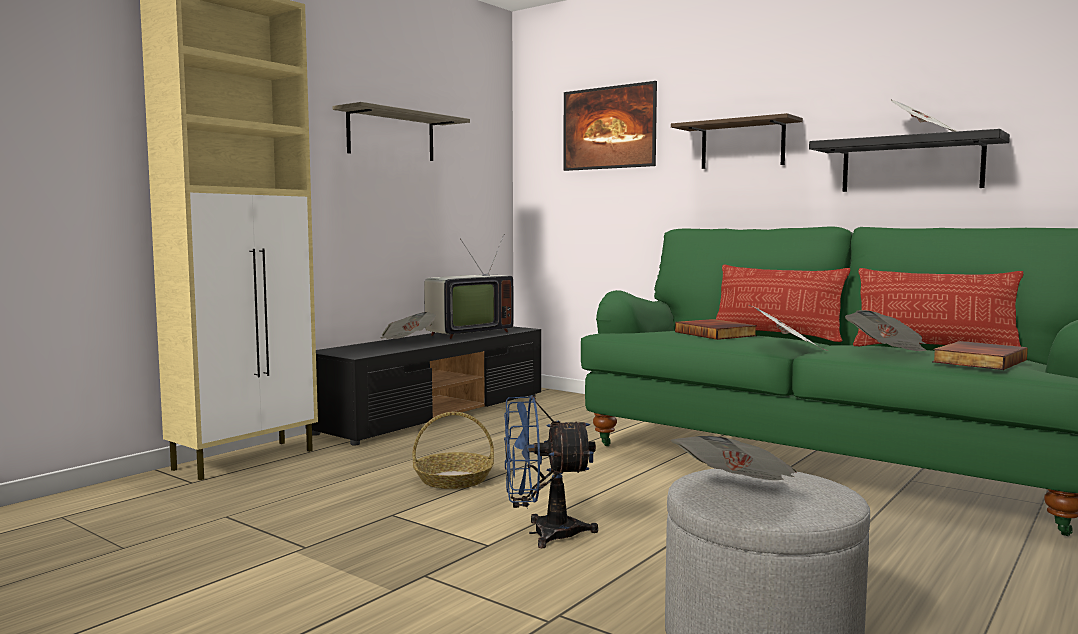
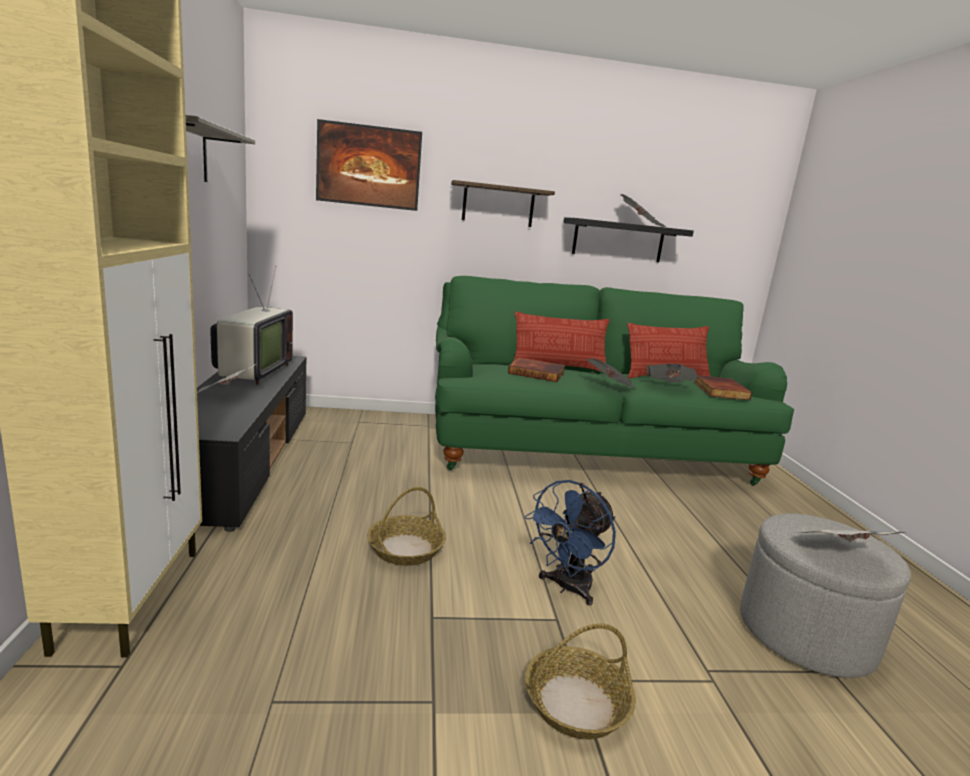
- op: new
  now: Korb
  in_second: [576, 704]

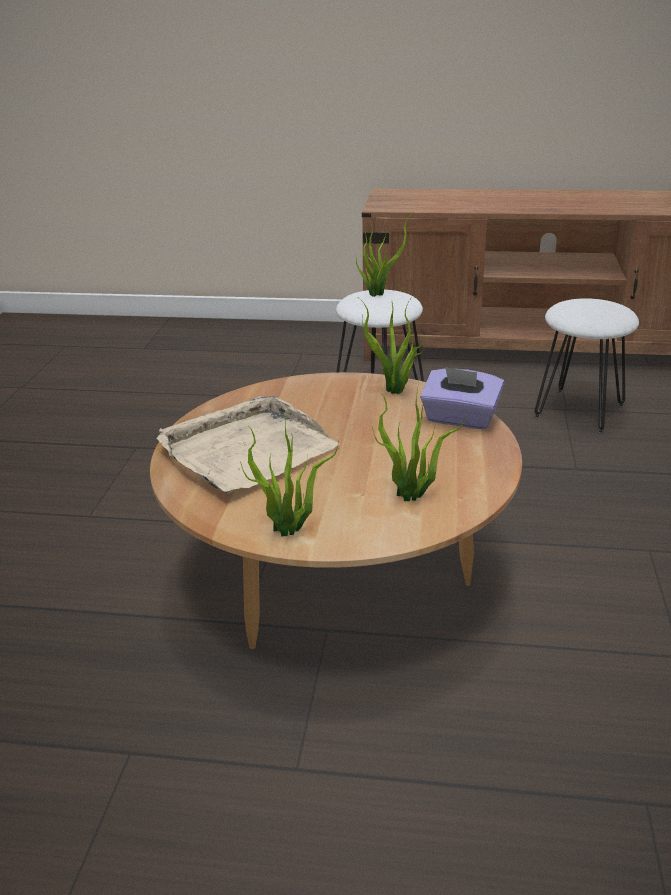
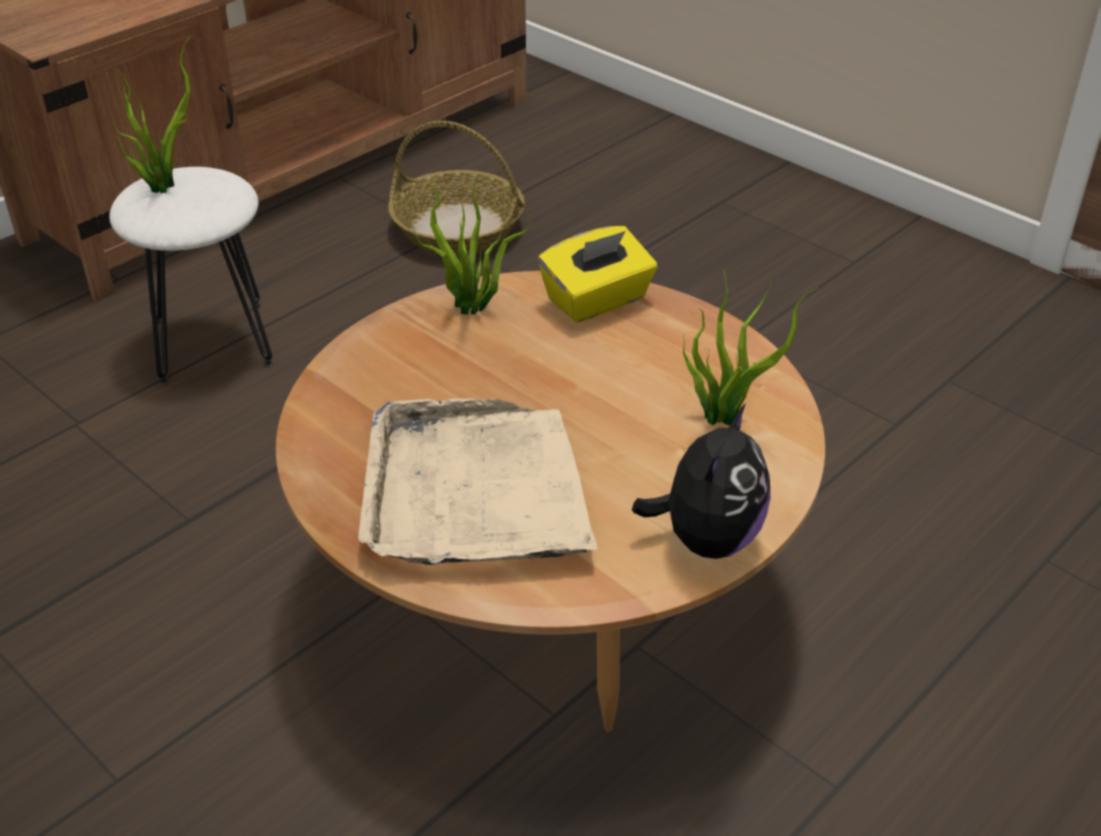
- op: swapped
  was: Hocker [weiß]
  now: Korb
  in_first: [578, 410]
  in_second: [456, 228]
- op: repainted
  was: Taschentuchbox [lila]
  now: Taschentuchbox [gelb]
  in_first: [460, 419]
  in_second: [597, 300]
- op: swapped
  was: Topfpflanze
  now: Plüschtier
  in_first: [289, 531]
  in_second: [707, 539]

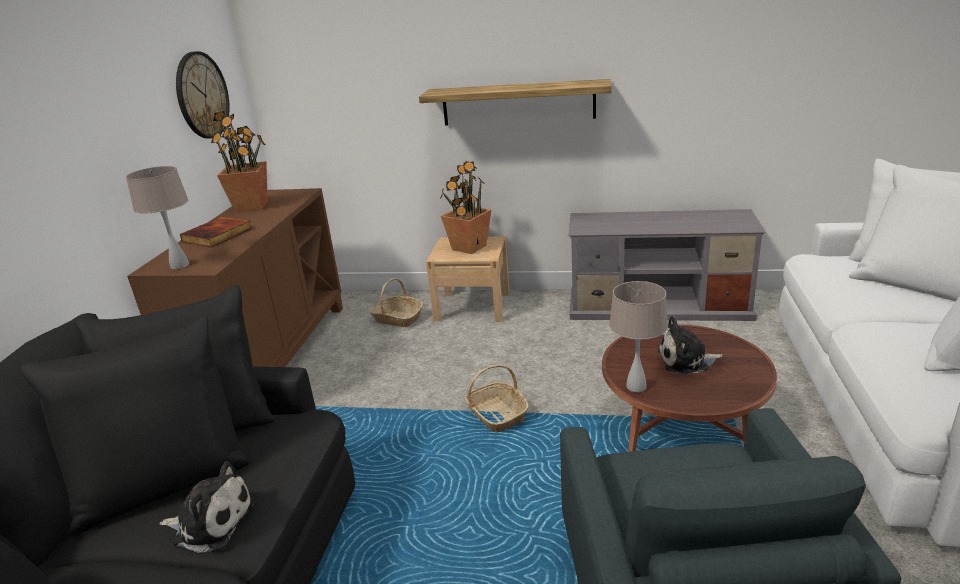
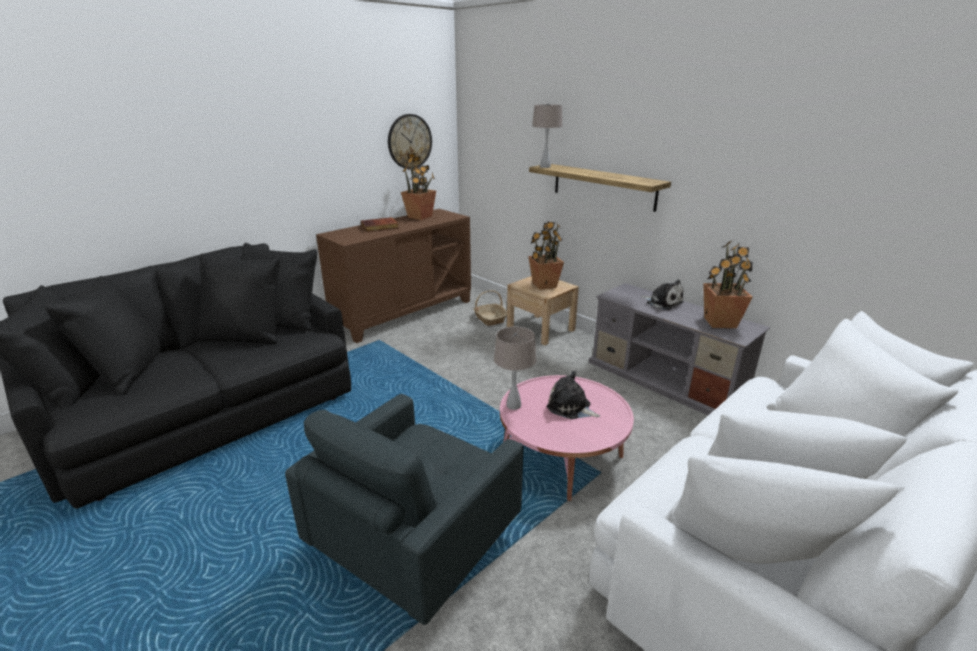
- op: shifted
  was: Tischlampe [beige]
  in_first: [179, 265]
  in_second: [545, 167]
- op: repainted
  was: Couchtisch [braun]
  now: Couchtisch [rosa]
  in_first: [682, 425]
  in_second: [562, 456]
- op: gone
  was: Korb
  in_first: [496, 414]
- op: shifted
  was: Plüschtier
  in_first: [211, 522]
  in_second: [662, 302]
- op: new
  now: Topfpflanze
  in_second: [720, 322]

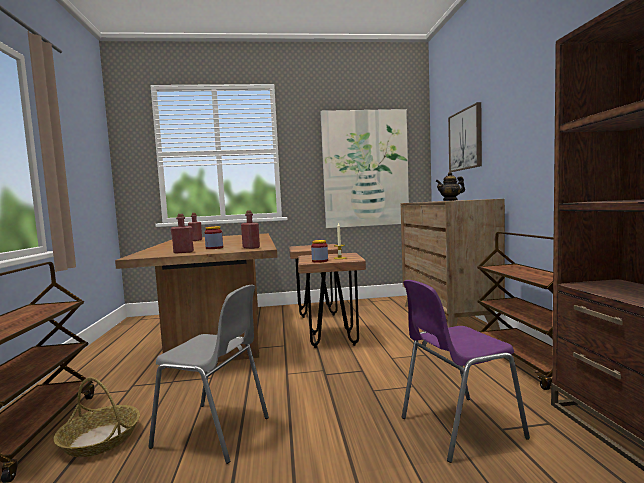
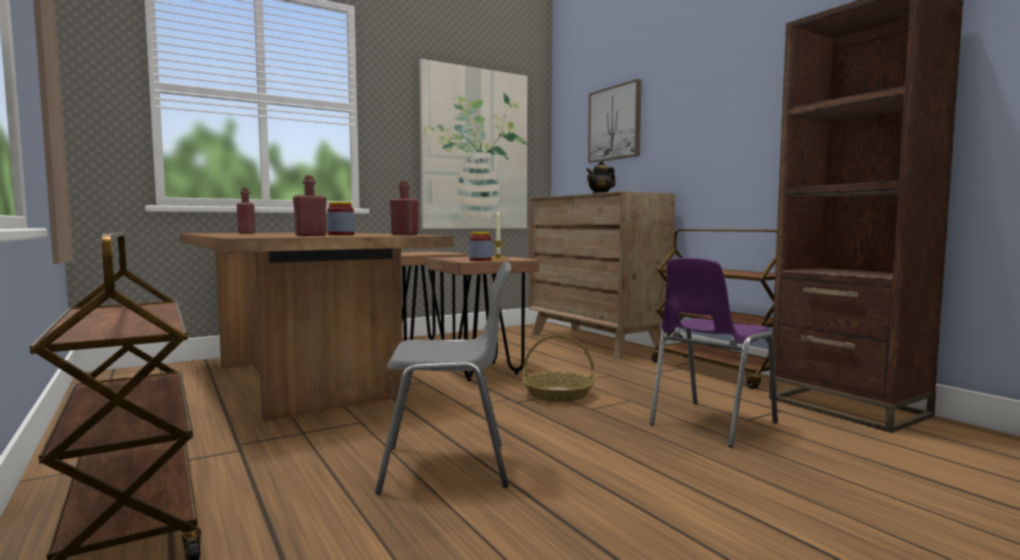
- op: shifted
  was: Korb
  in_first: [101, 439]
  in_second: [558, 394]

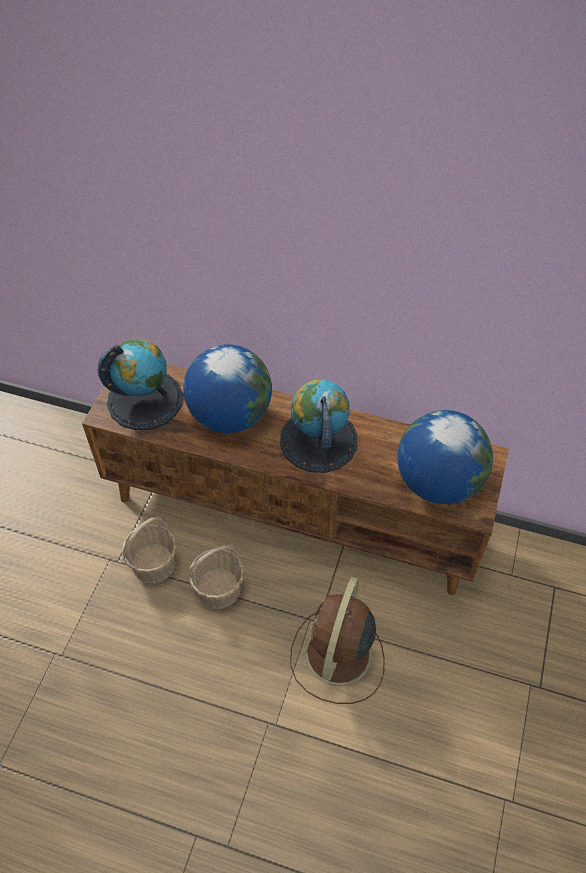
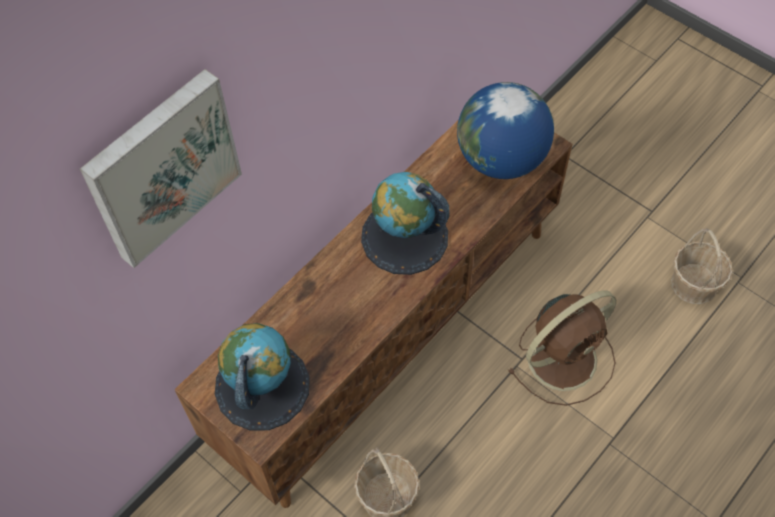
- op: gone
  was: Globus
  in_first: [230, 415]
- op: shifted
  was: Korb
  in_first: [219, 588]
  in_second: [694, 284]
- op: rotated
  was: Ventilator [braun]
  in_first: [337, 656]
  in_second: [564, 357]
  clockwise: -75
- op: new
  now: Bild
  in_second: [161, 166]

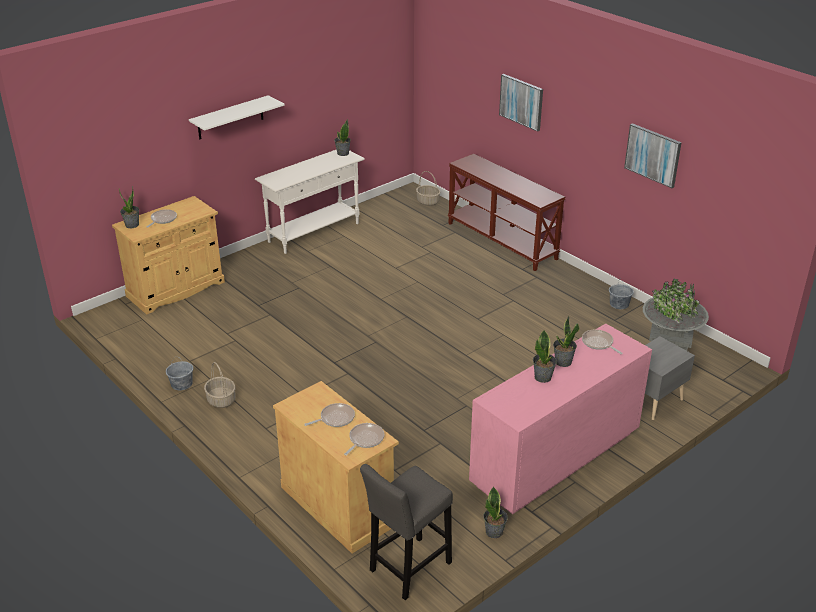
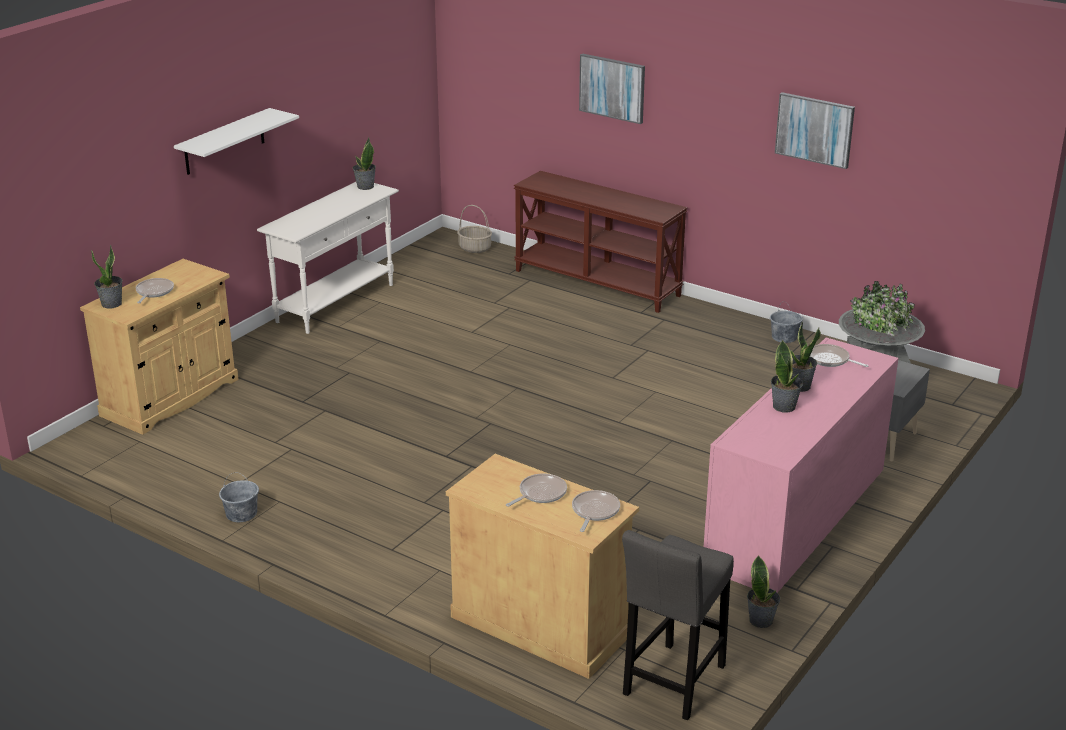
- op: gone
  was: Korb
  in_first: [221, 400]

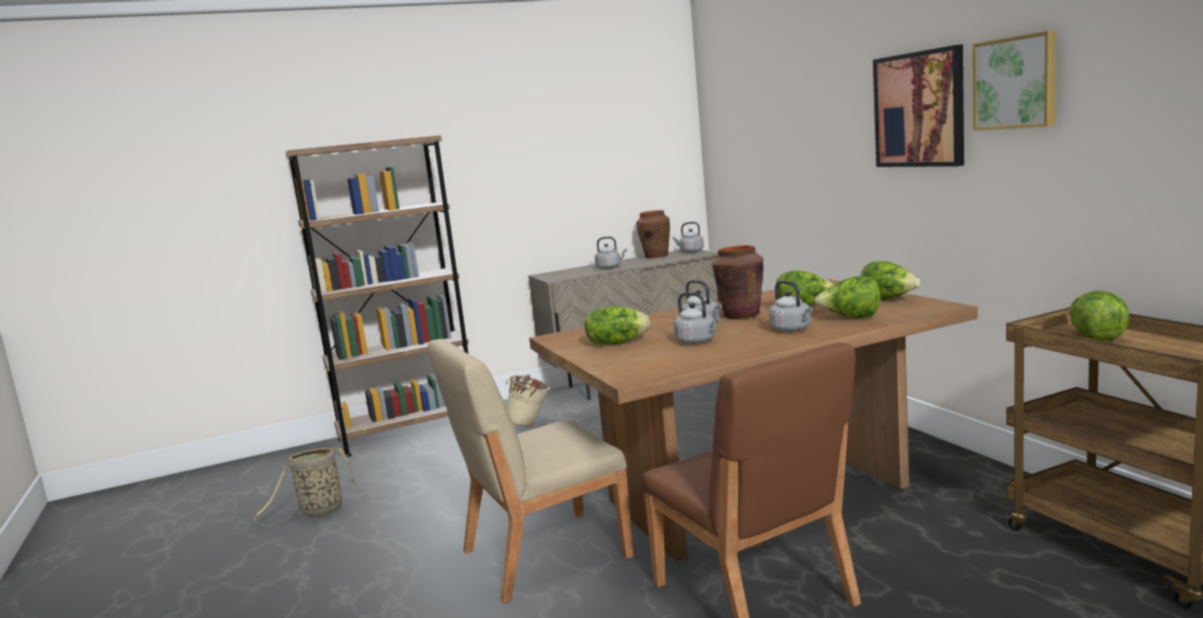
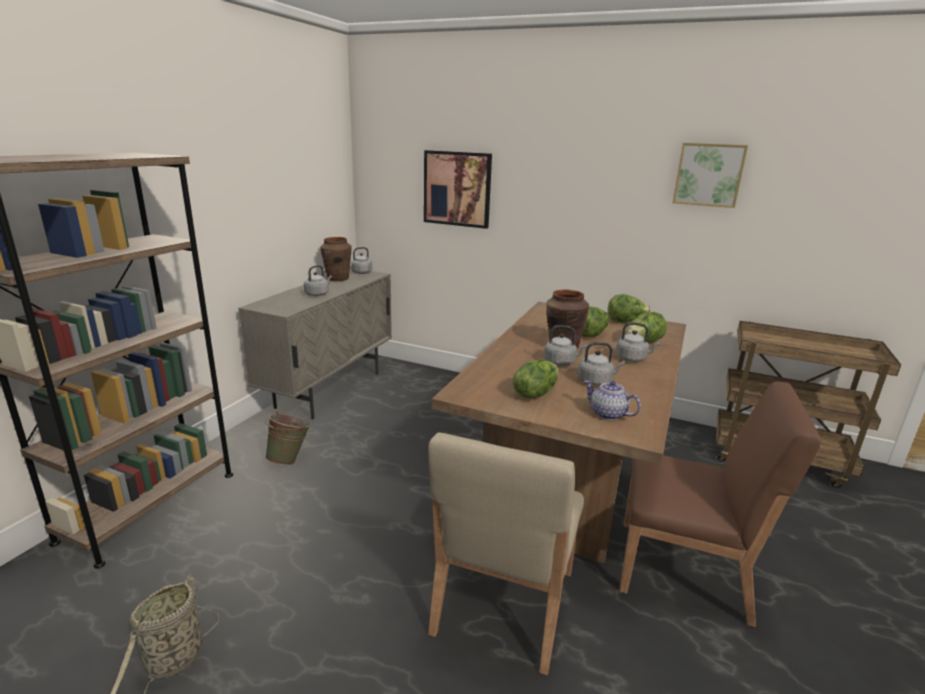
- op: shifted
  was: Bild
  in_first: [919, 109]
  in_second: [457, 189]
- op: gone
  was: Salatkopf
  in_first: [1095, 337]
- op: repainted
  was: Eimer [beige]
  now: Eimer [grün]
  in_first: [531, 424]
  in_second: [290, 459]
- op: new
  now: Teekanne
  in_second: [607, 414]

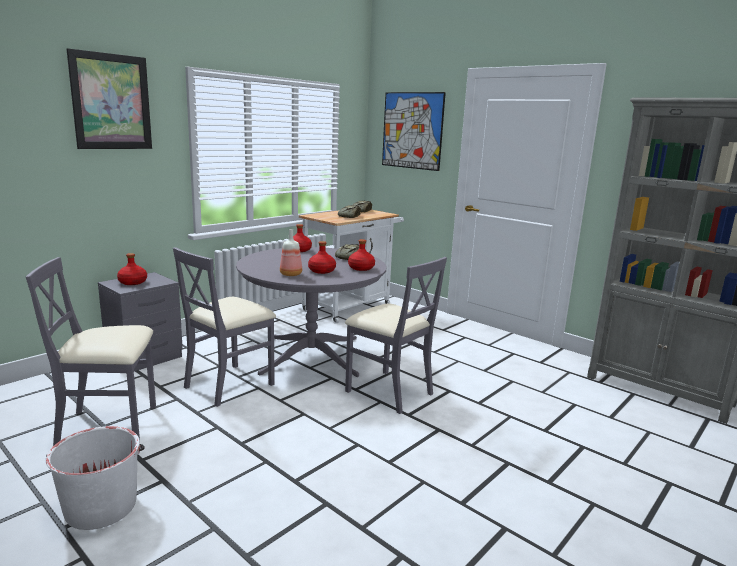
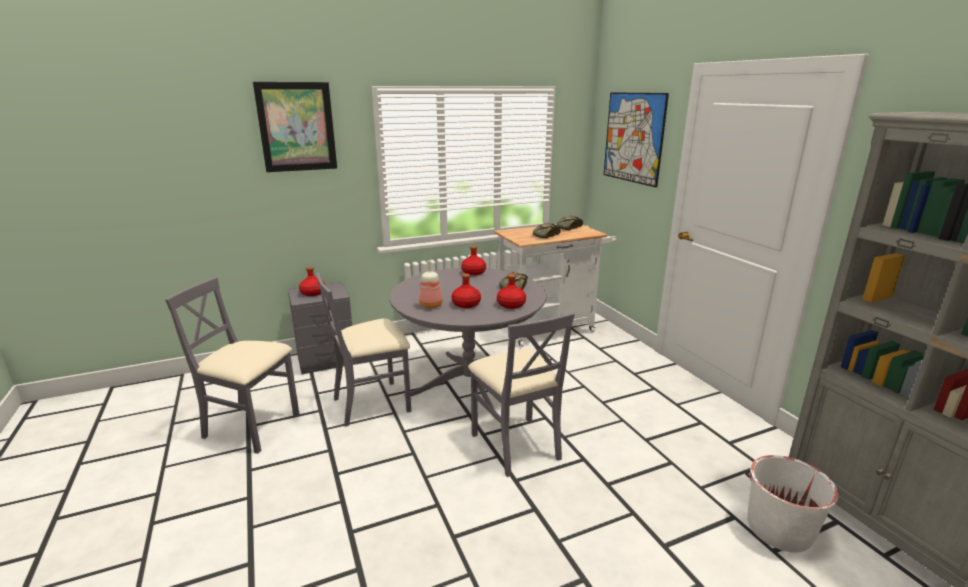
- op: shifted
  was: Eimer [weiß]
  in_first: [101, 506]
  in_second: [779, 528]

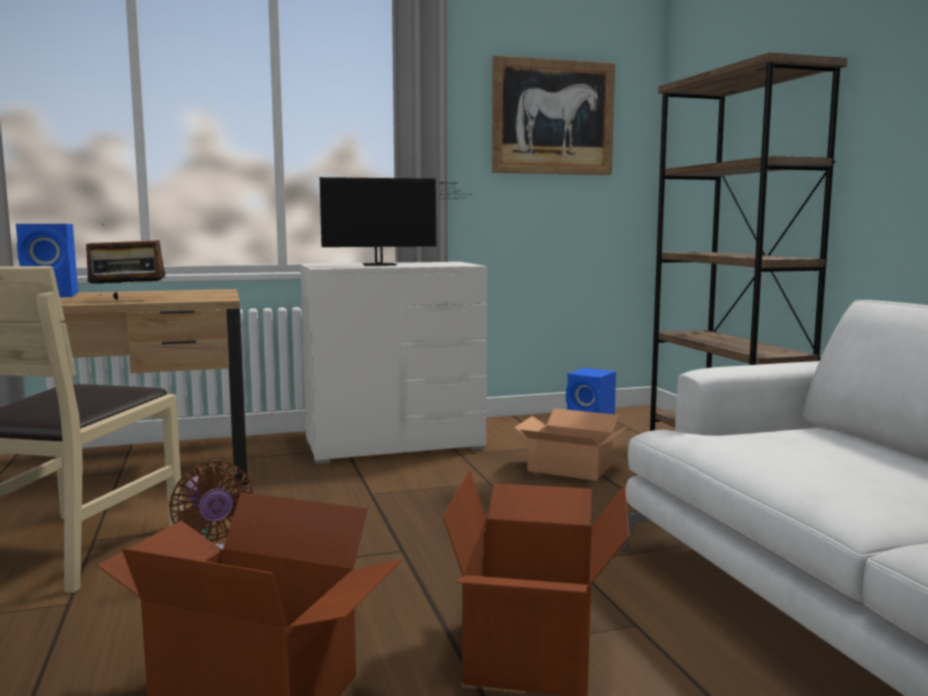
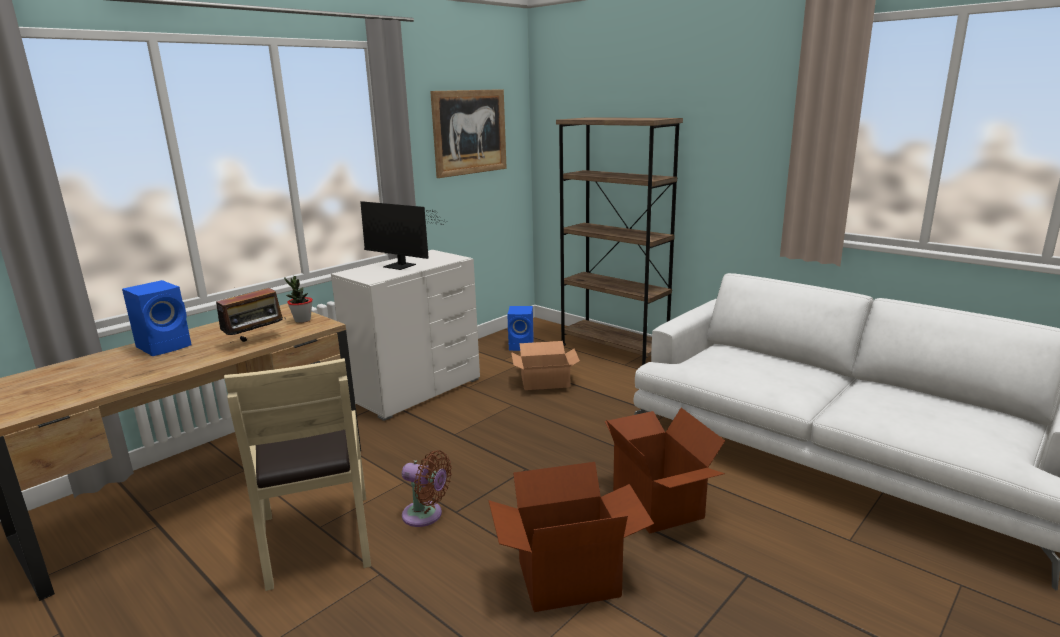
- op: rotated
  was: Monitor
  in_first: [385, 264]
  in_second: [402, 266]
  clockwise: 75
- op: new
  now: Topfpflanze
  in_second: [302, 320]

